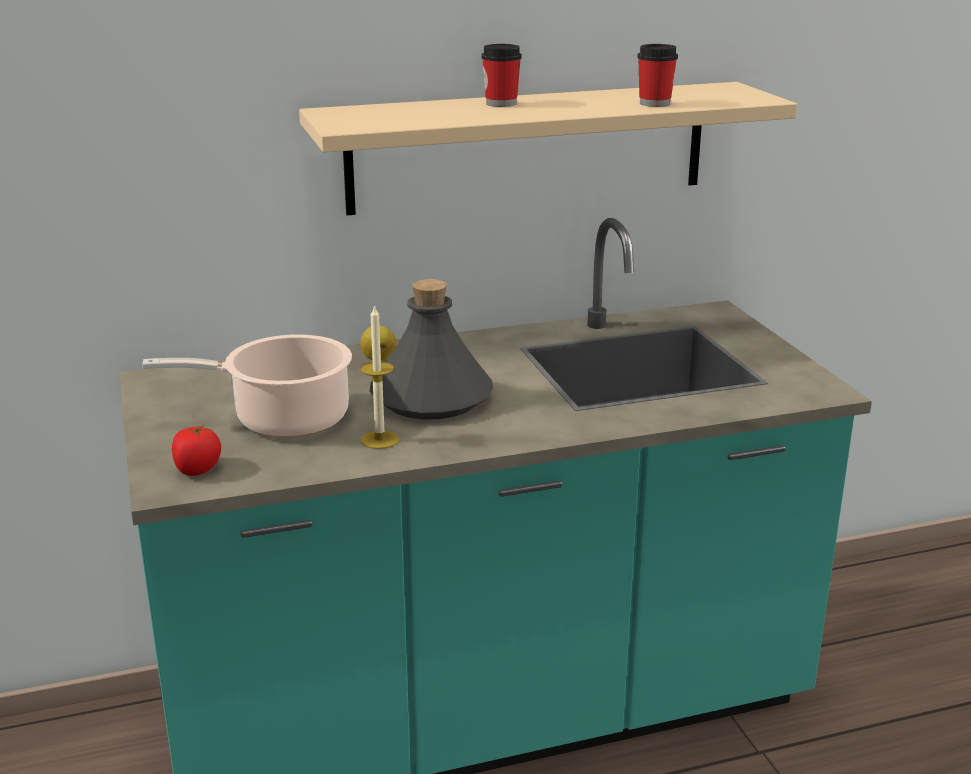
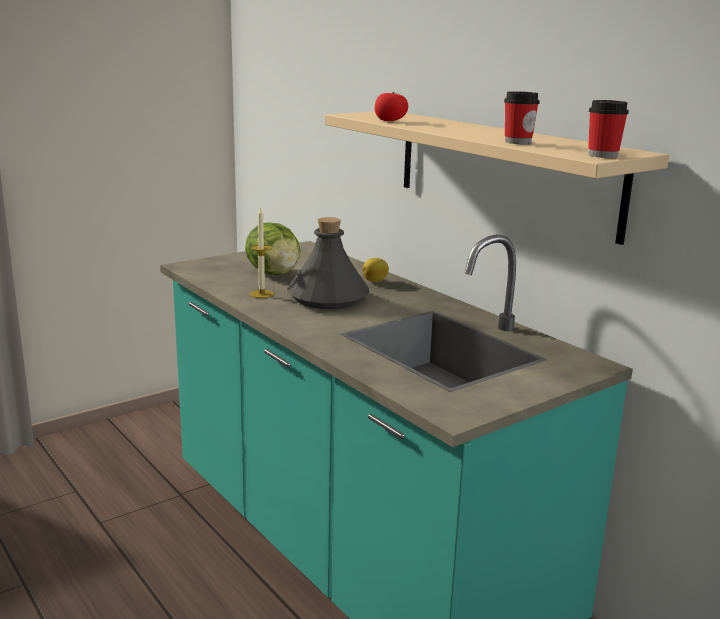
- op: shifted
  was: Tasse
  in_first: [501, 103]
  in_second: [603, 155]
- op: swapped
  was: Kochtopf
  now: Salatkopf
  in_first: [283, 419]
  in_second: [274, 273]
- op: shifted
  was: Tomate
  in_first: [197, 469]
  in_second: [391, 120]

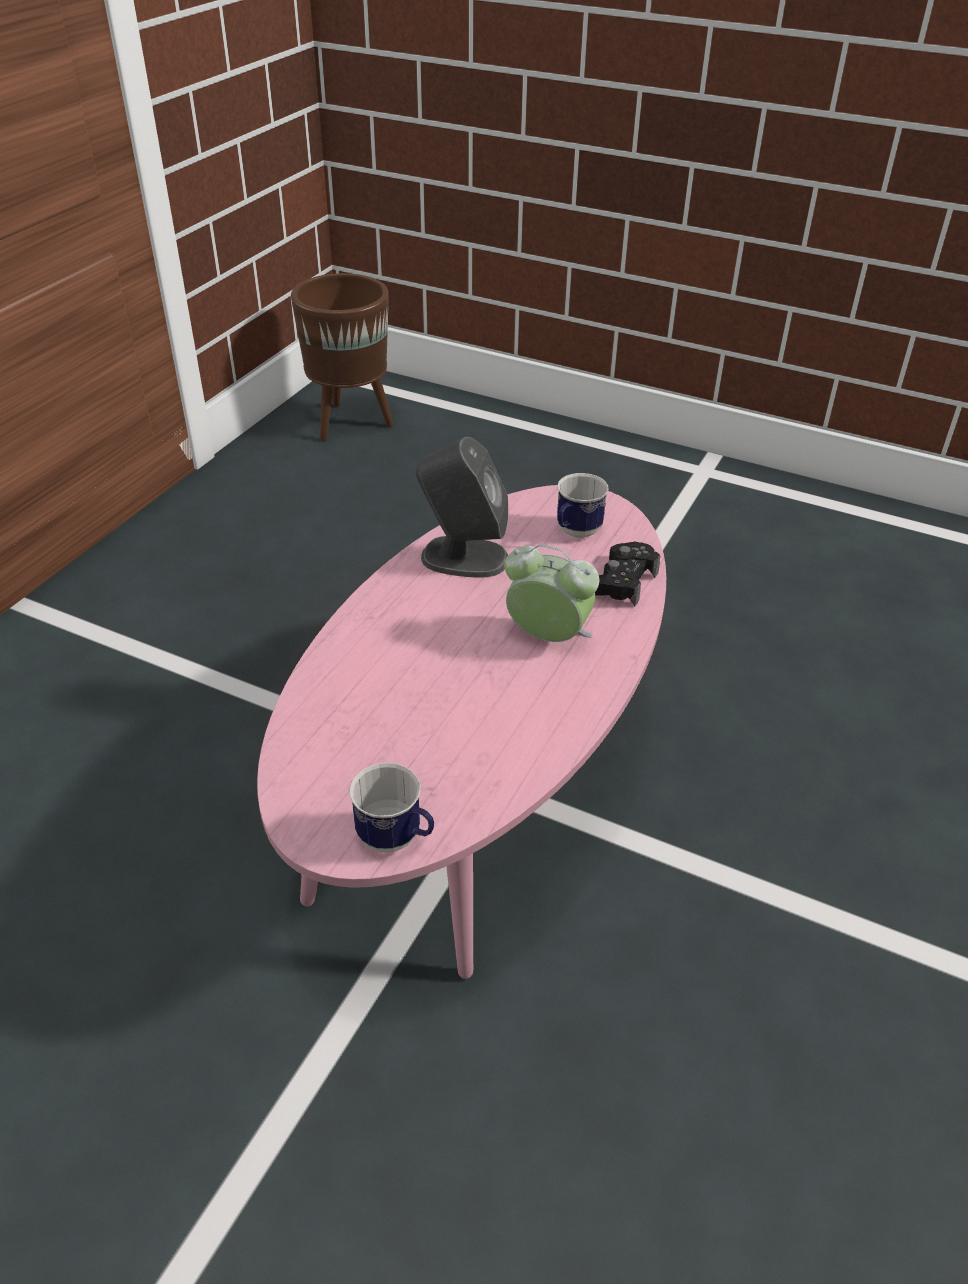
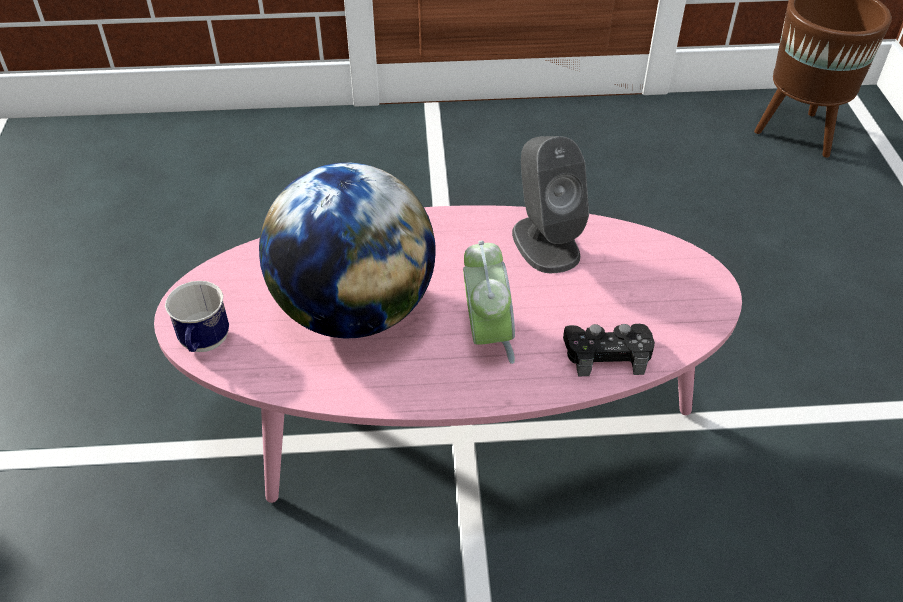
- op: gone
  was: Henkelbecher
  in_first: [575, 533]
- op: new
  now: Globus
  in_second: [354, 311]

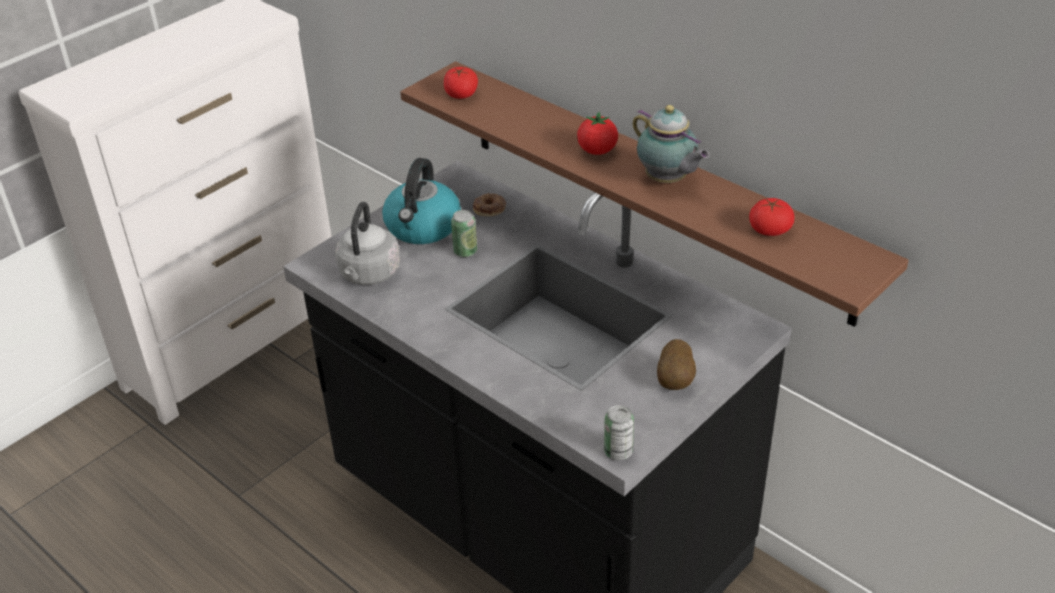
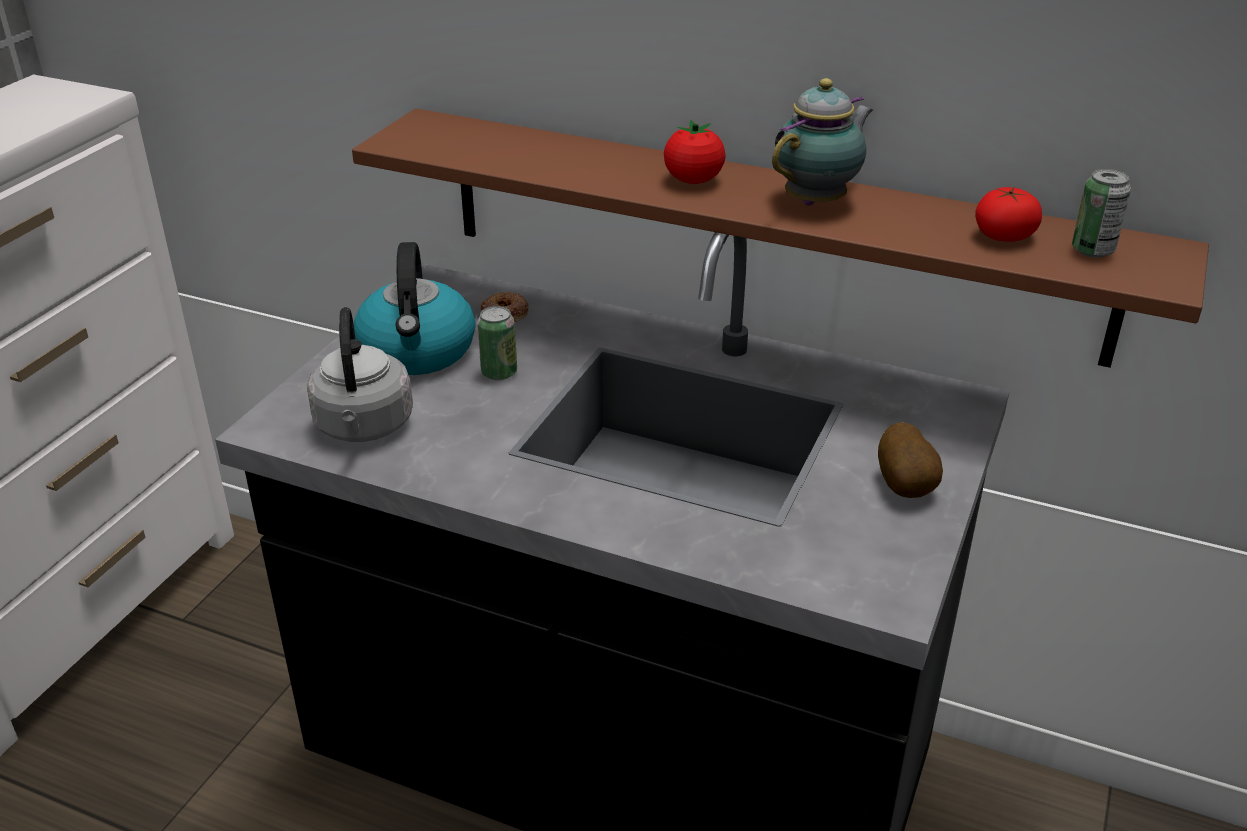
- op: gone
  was: Tomate
  in_first: [461, 94]
- op: rotated
  was: Teekanne
  in_first: [667, 181]
  in_second: [818, 201]
  clockwise: -75
- op: shifted
  was: Dose
  in_first: [618, 452]
  in_second: [1092, 250]

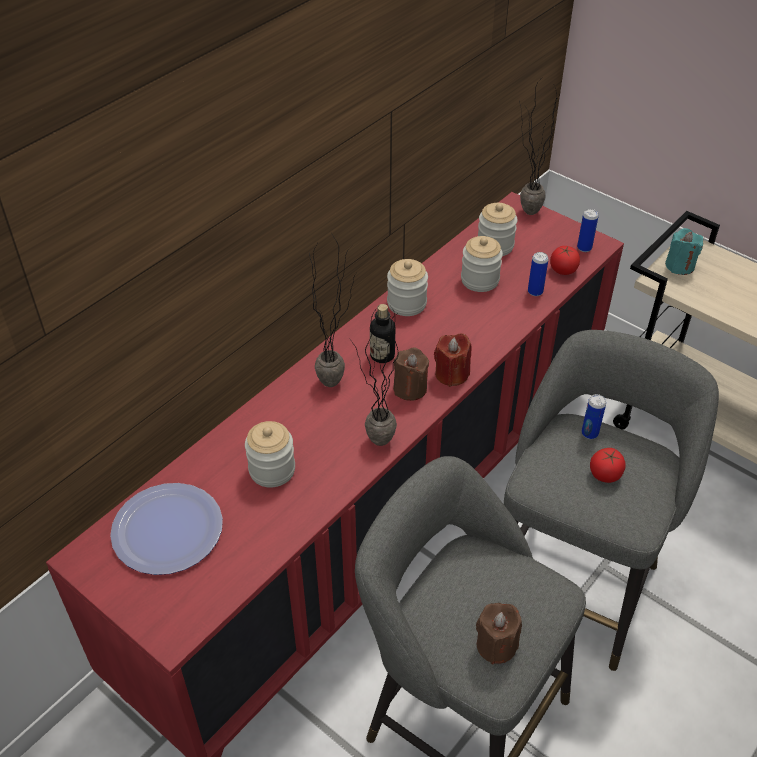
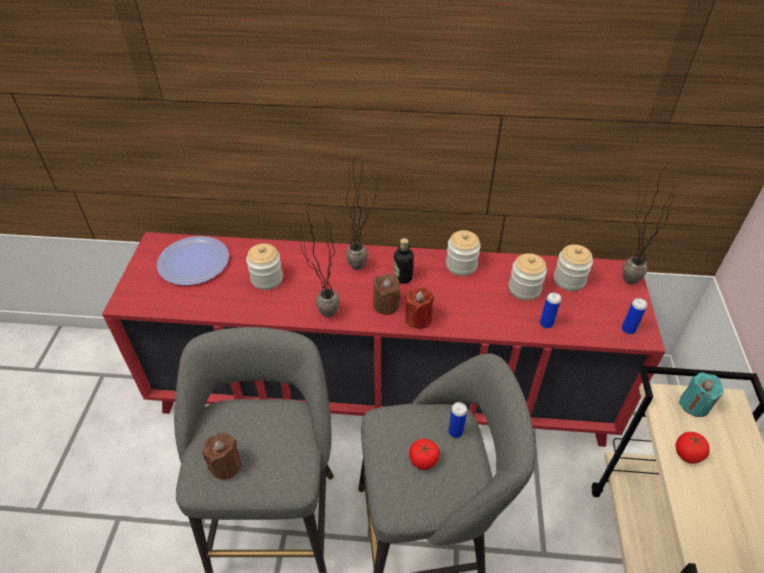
- op: shifted
  was: Tomate
  in_first: [563, 270]
  in_second: [687, 454]

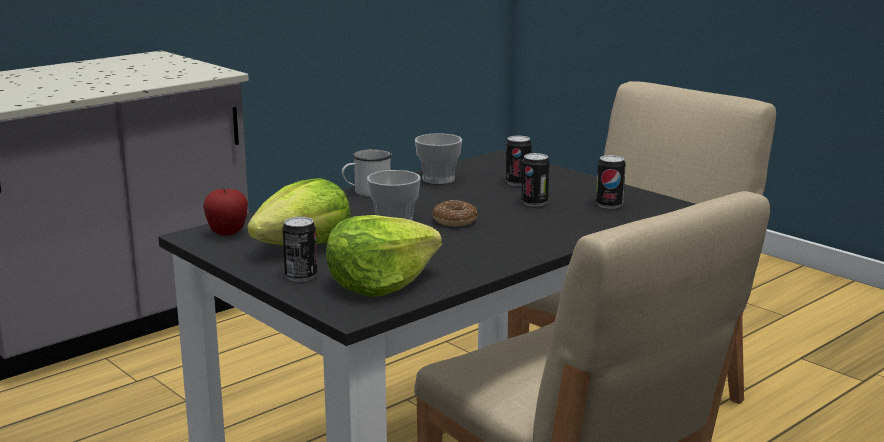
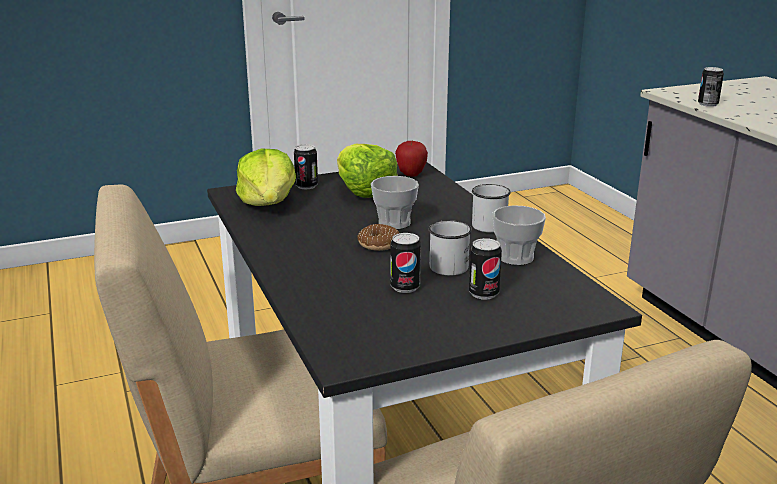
- op: shifted
  was: Dose
  in_first: [609, 205]
  in_second: [707, 104]
- op: new
  now: Henkelbecher [weiß]
  in_second: [448, 264]

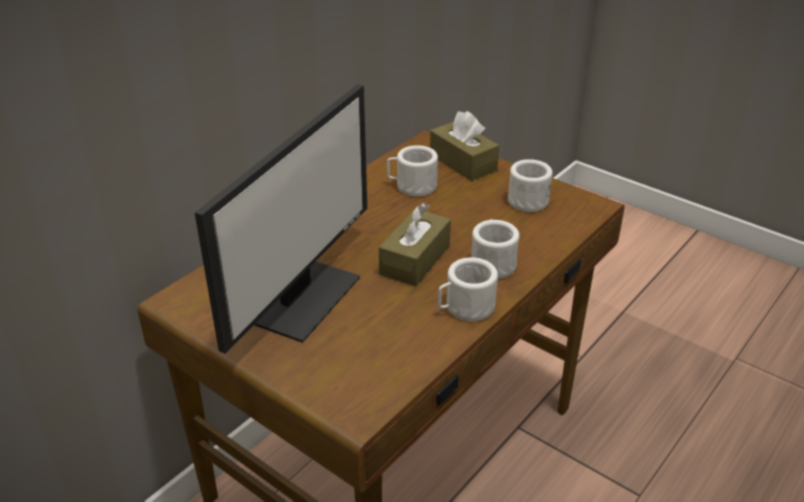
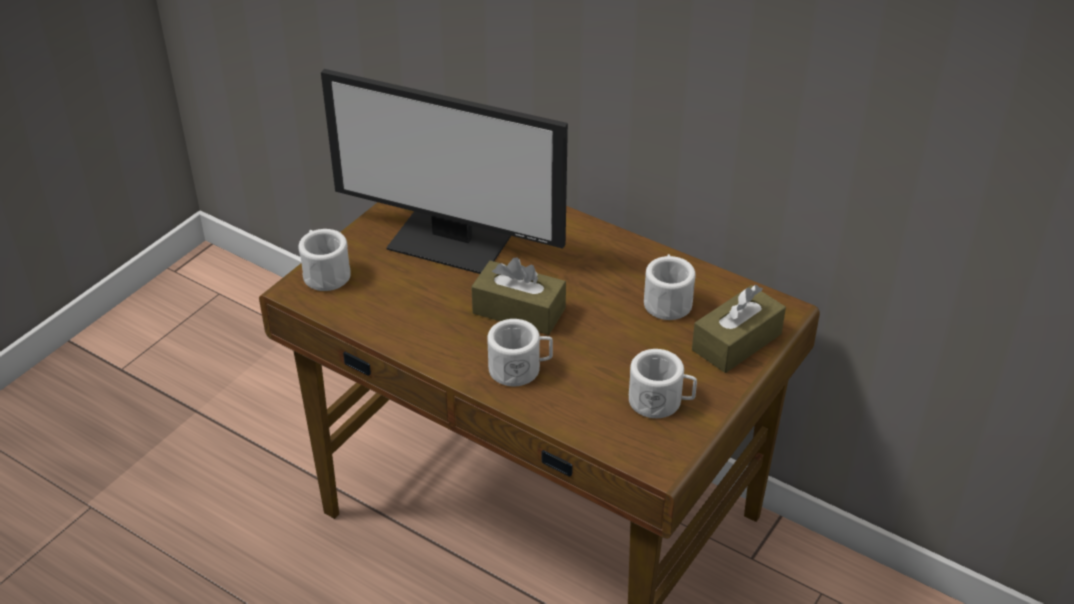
- op: shifted
  was: Henkelbecher [weiß]
  in_first: [465, 308]
  in_second: [324, 273]

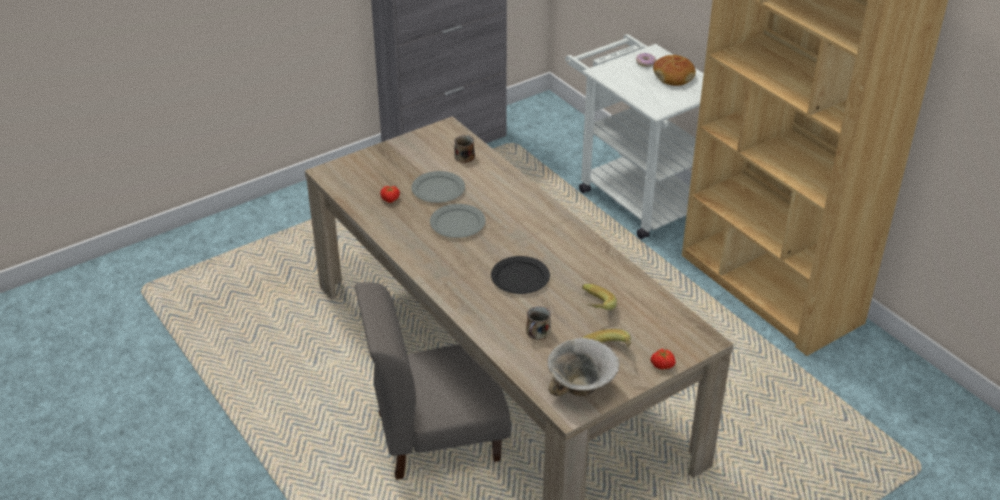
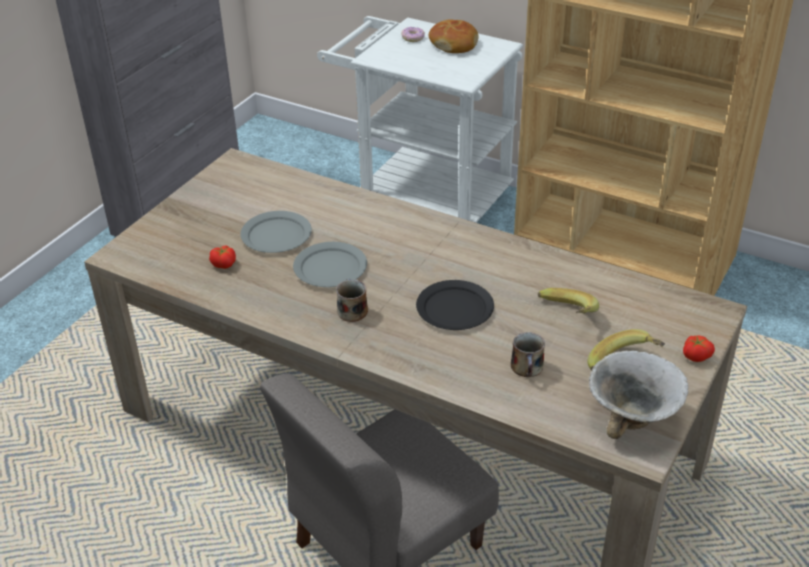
- op: shifted
  was: Henkelbecher
  in_first: [464, 156]
  in_second: [351, 310]

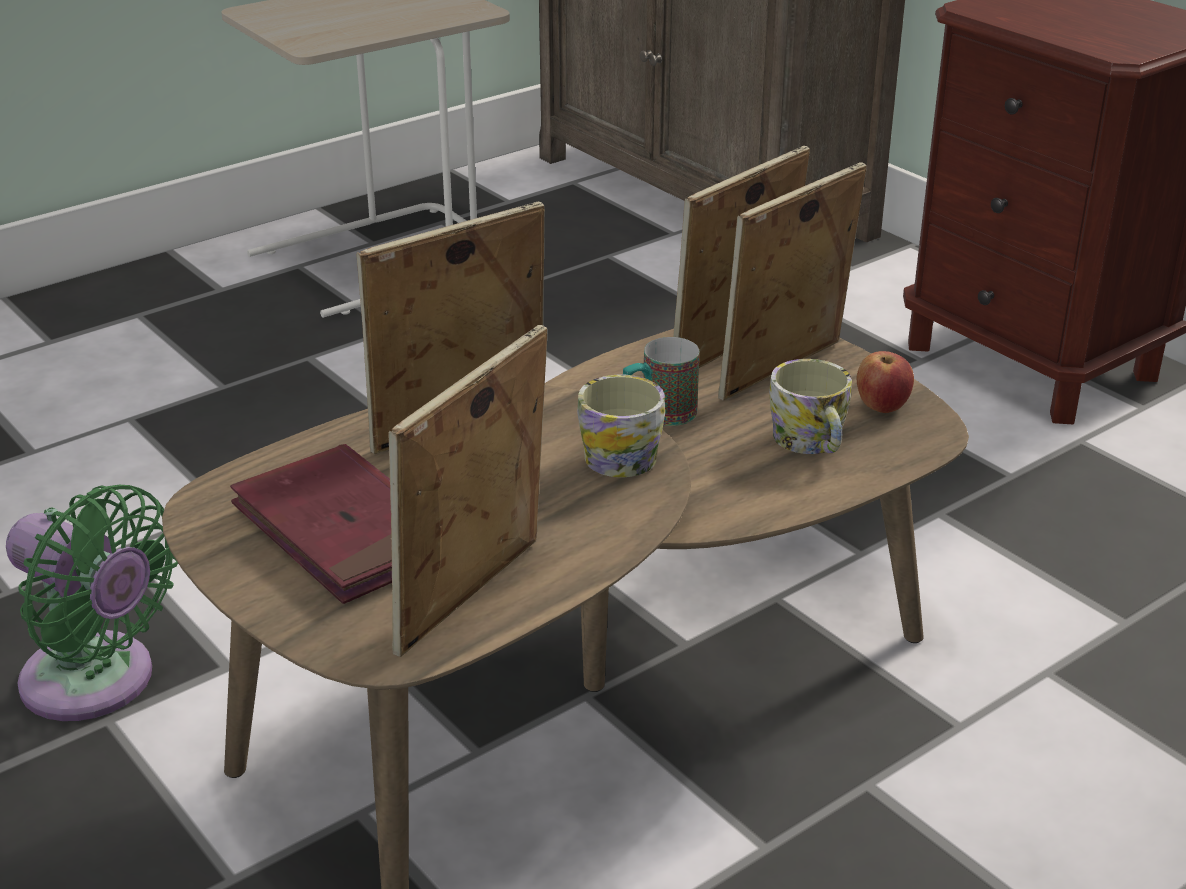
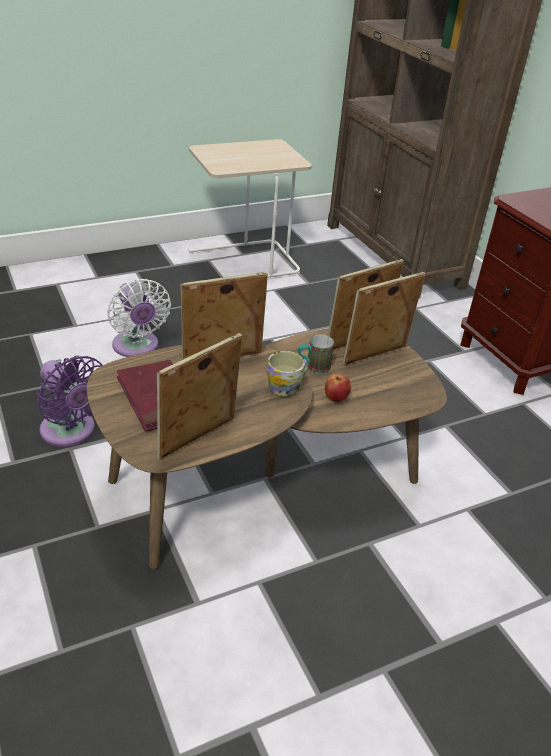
- op: shifted
  was: Apfel
  in_first: [882, 406]
  in_second: [336, 398]
- op: gone
  was: Henkelbecher
  in_first: [811, 443]
- op: repainted
  was: Ventilator [grün]
  now: Ventilator [lila]
  in_first: [97, 684]
  in_second: [71, 432]
- op: new
  now: Ventilator [weiß]
  in_second: [137, 347]

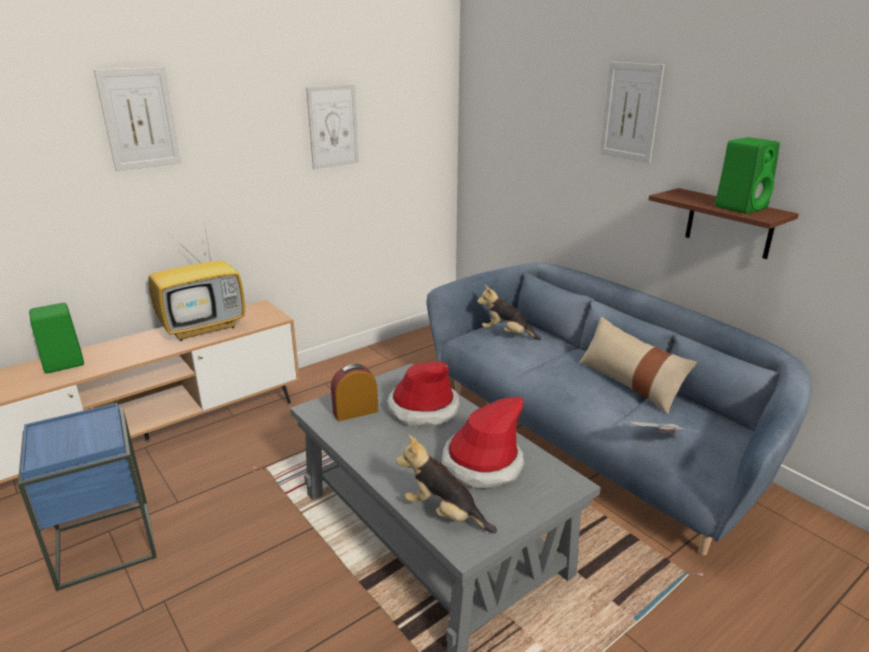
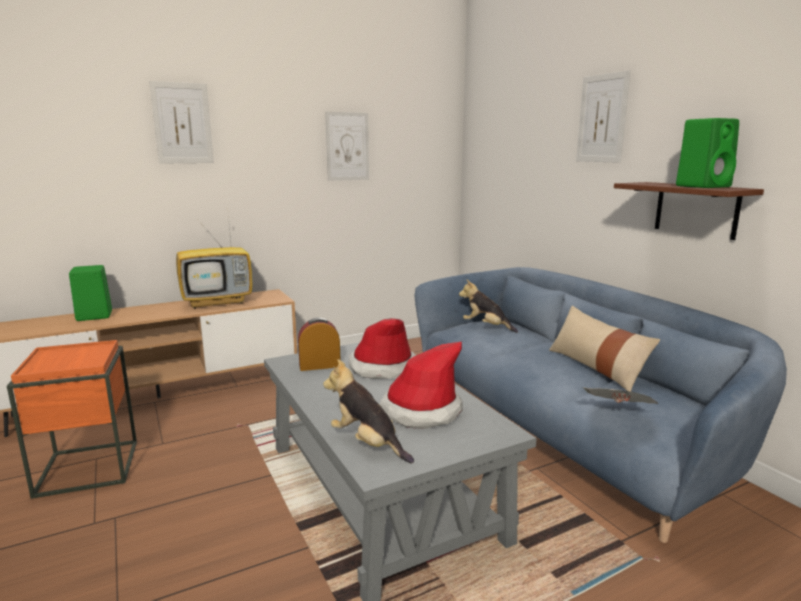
- op: repainted
  was: Beistelltisch [blau]
  now: Beistelltisch [orange]
  in_first: [105, 544]
  in_second: [88, 468]

